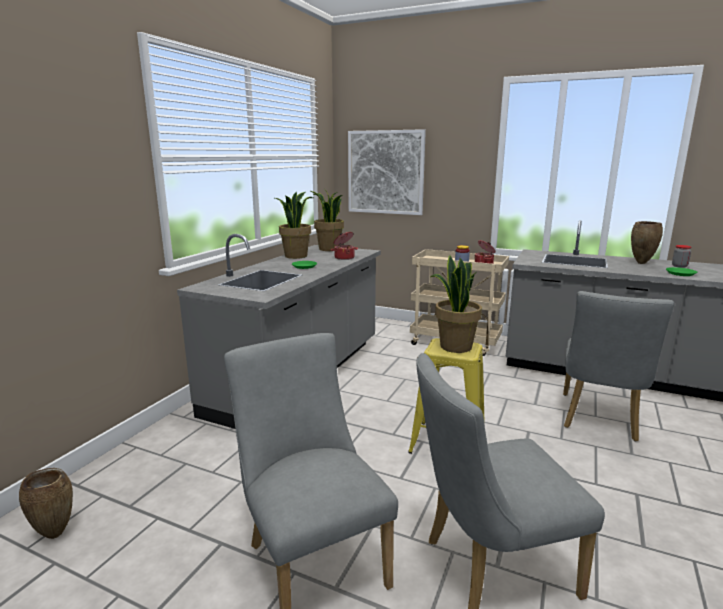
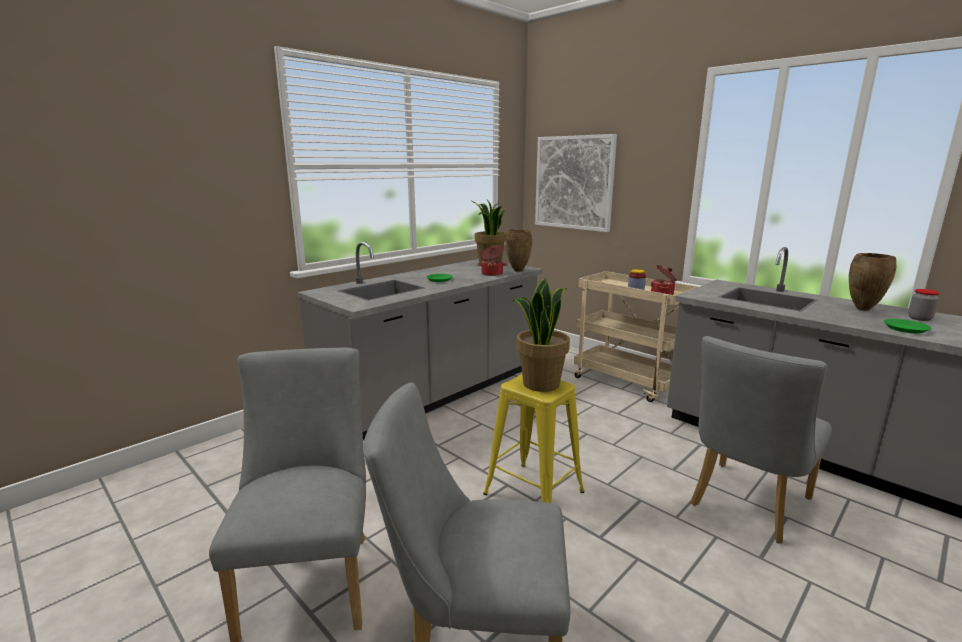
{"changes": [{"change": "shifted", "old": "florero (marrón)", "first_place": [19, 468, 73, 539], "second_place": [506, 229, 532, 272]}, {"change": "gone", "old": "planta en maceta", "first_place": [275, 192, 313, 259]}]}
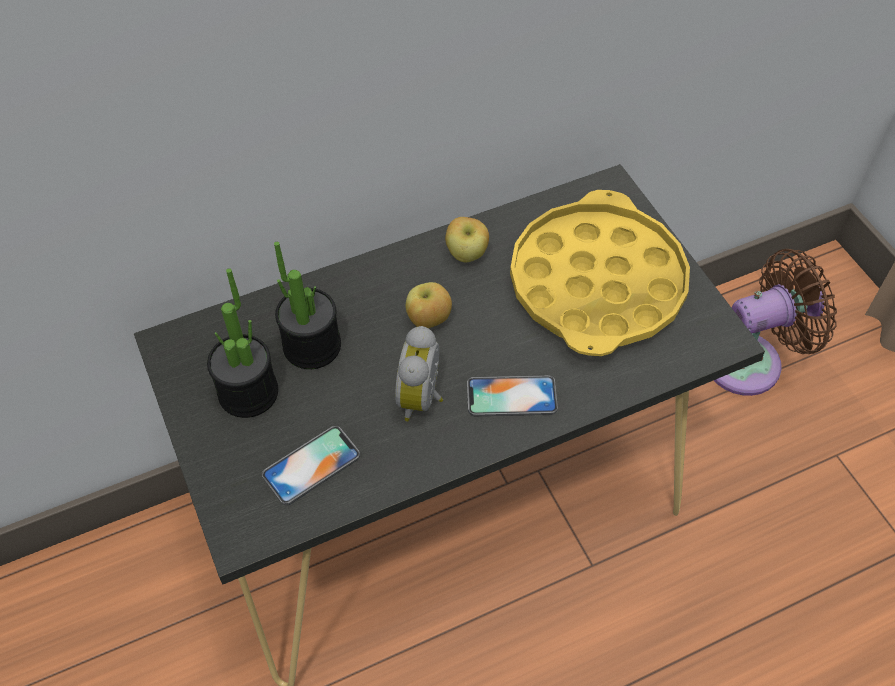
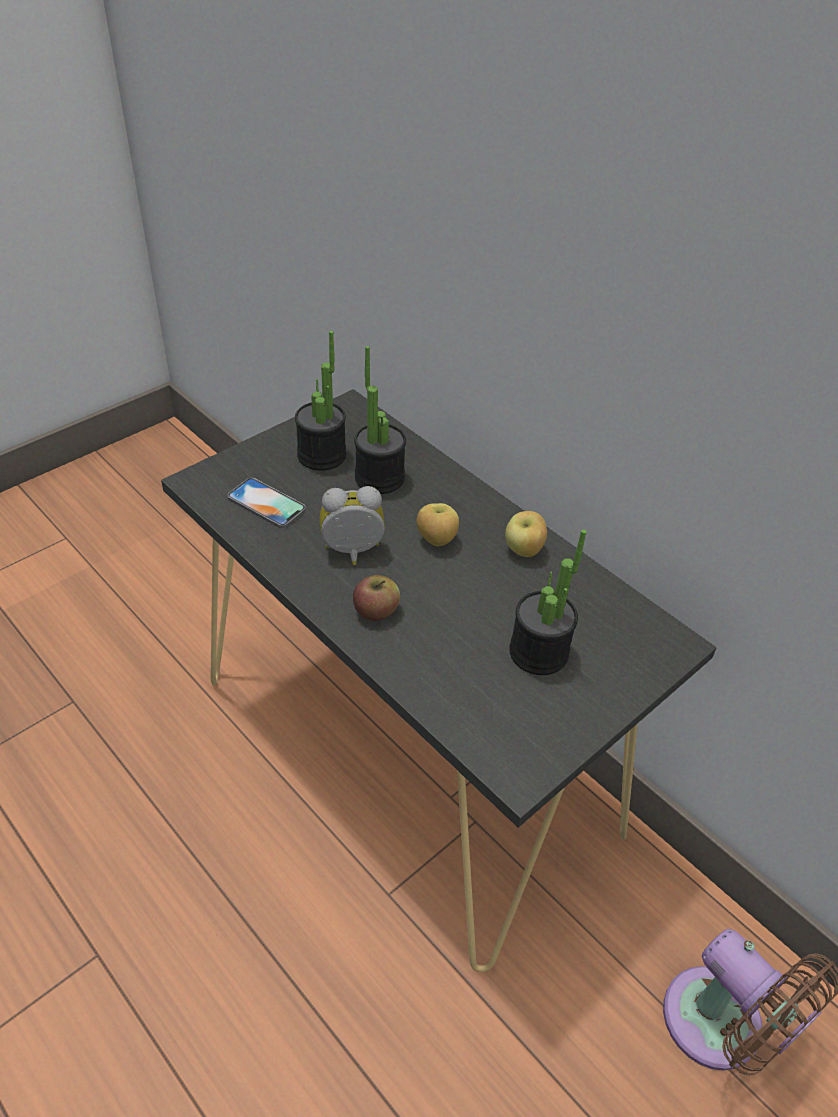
{"changes": [{"change": "swapped", "old": "móvil", "new": "manzana", "first_place": [467, 375, 558, 416], "second_place": [353, 575, 400, 621]}, {"change": "swapped", "old": "bandeja (amarillo)", "new": "planta en maceta", "first_place": [510, 190, 690, 356], "second_place": [509, 529, 587, 675]}]}
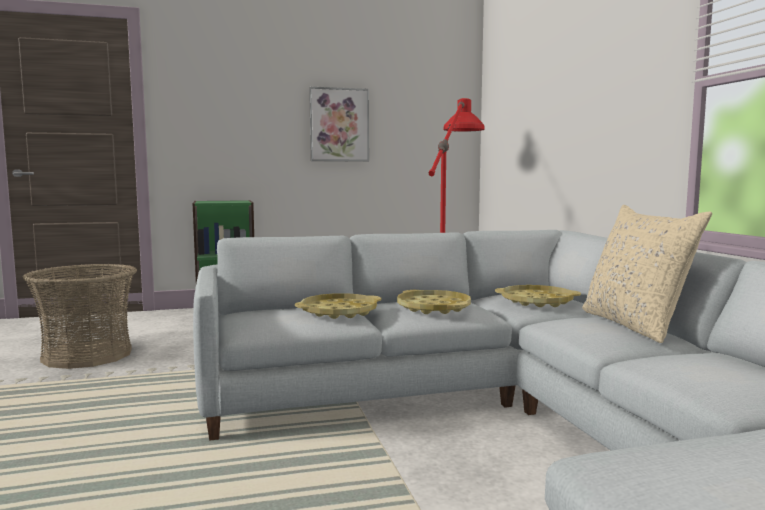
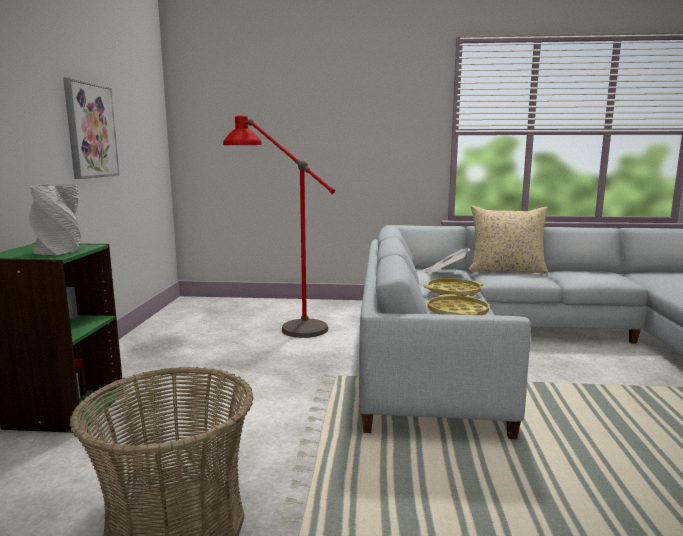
{"changes": [{"change": "swapped", "old": "bandeja (amarillo)", "new": "periódico", "first_place": [495, 285, 581, 307], "second_place": [422, 248, 471, 274]}, {"change": "new", "new": "florero (gris)", "second_place": [29, 184, 81, 255]}]}
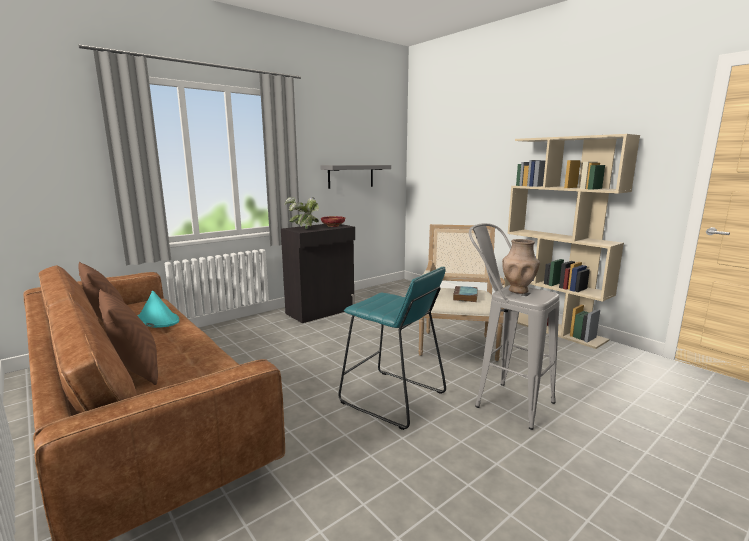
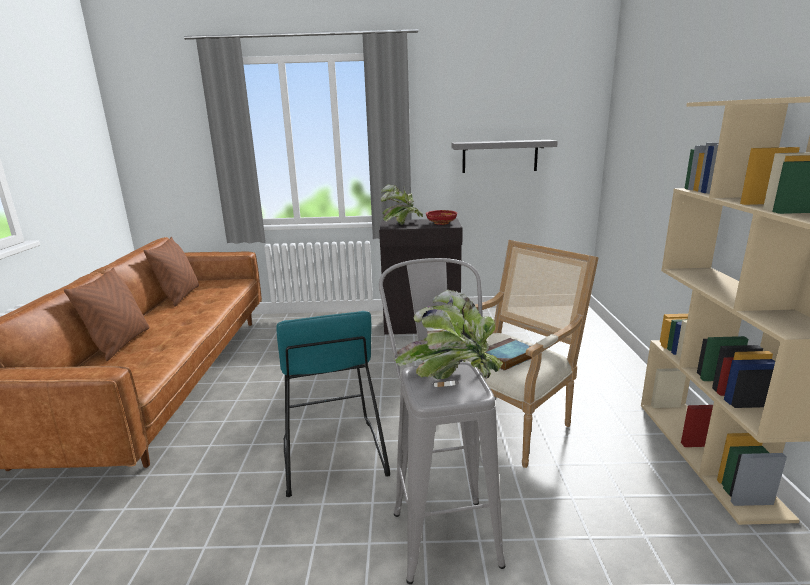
{"changes": [{"change": "gone", "old": "sombrero (turquesa)", "first_place": [138, 291, 179, 328]}, {"change": "swapped", "old": "florero (marrón)", "new": "planta en maceta", "first_place": [502, 239, 540, 294], "second_place": [393, 290, 503, 379]}]}
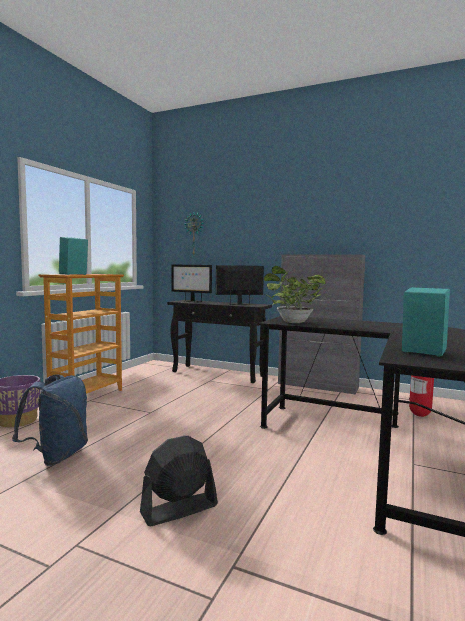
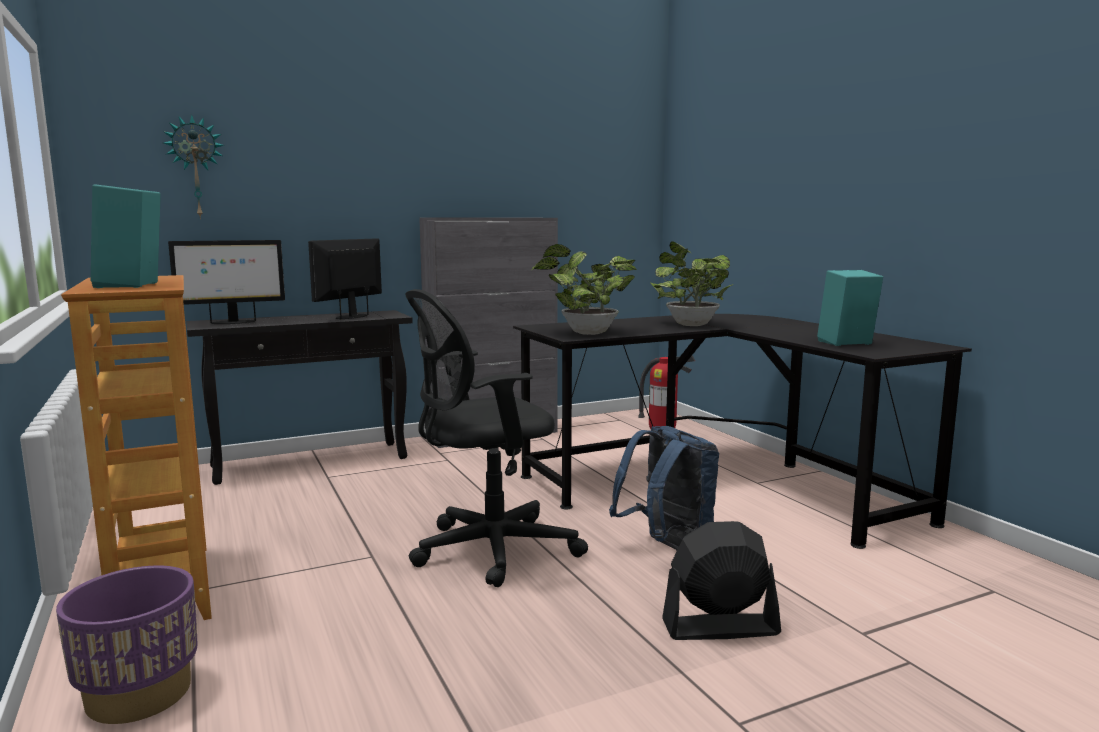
{"changes": [{"change": "shifted", "old": "mochila (azul)", "first_place": [12, 374, 88, 466], "second_place": [609, 426, 719, 551]}, {"change": "rotated", "old": "ventilador (negro)", "first_place": [140, 436, 218, 526], "second_place": [662, 521, 781, 640], "degrees": 75}, {"change": "new", "new": "silla de oficina (negro)", "second_place": [405, 289, 588, 587]}, {"change": "new", "new": "planta en maceta", "second_place": [650, 241, 733, 326]}]}
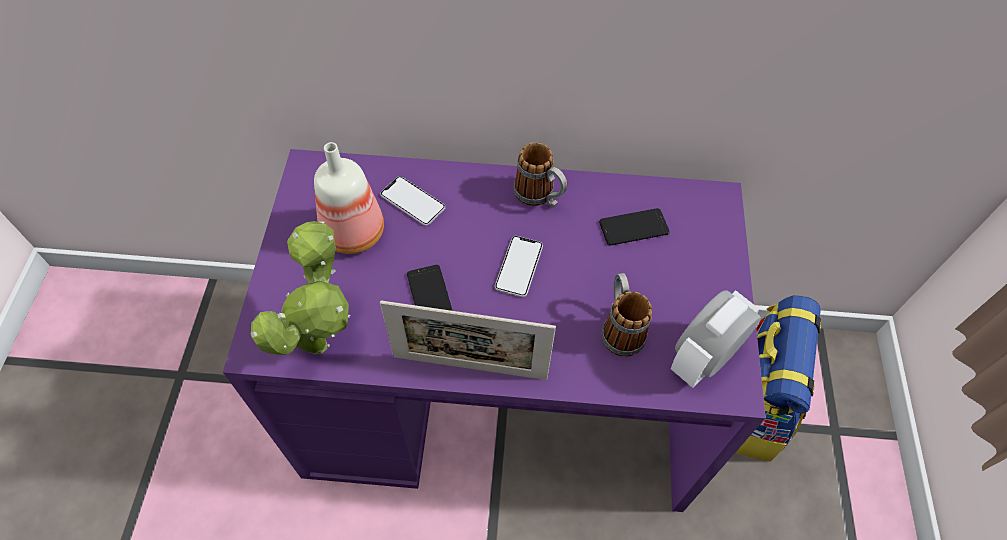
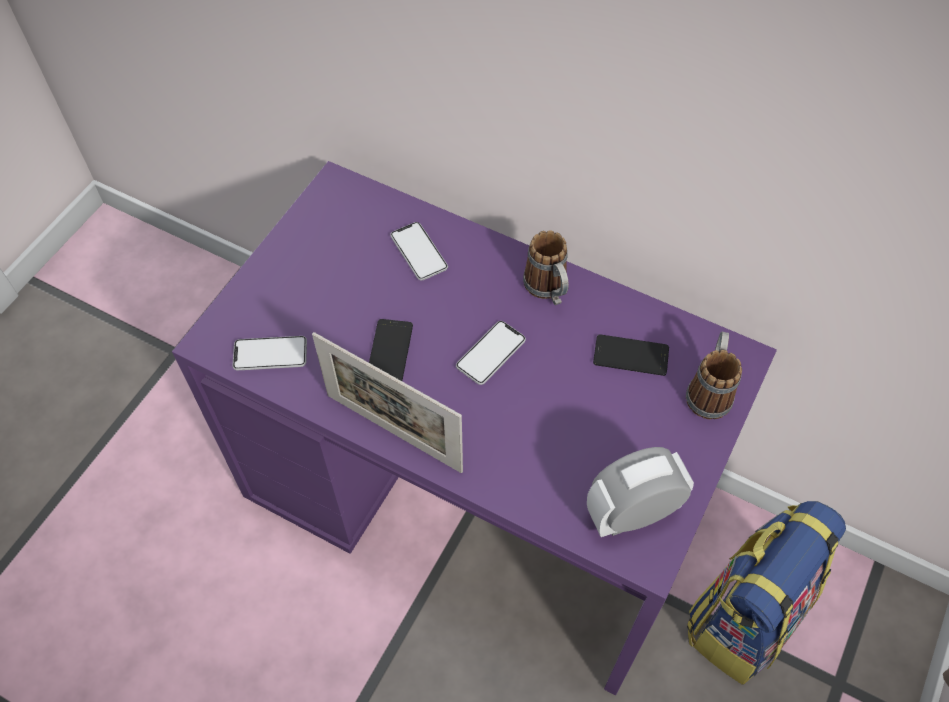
{"changes": [{"change": "swapped", "old": "planta en maceta", "new": "móvil", "first_place": [251, 221, 350, 355], "second_place": [232, 336, 307, 370]}, {"change": "gone", "old": "botella", "first_place": [314, 142, 384, 254]}, {"change": "shifted", "old": "taza grande", "first_place": [601, 273, 652, 357], "second_place": [686, 332, 742, 419]}]}
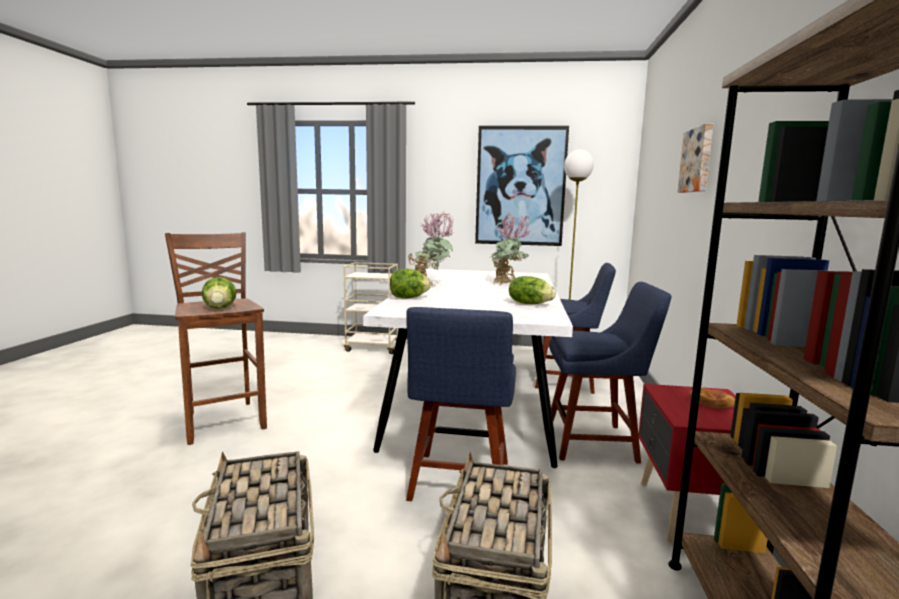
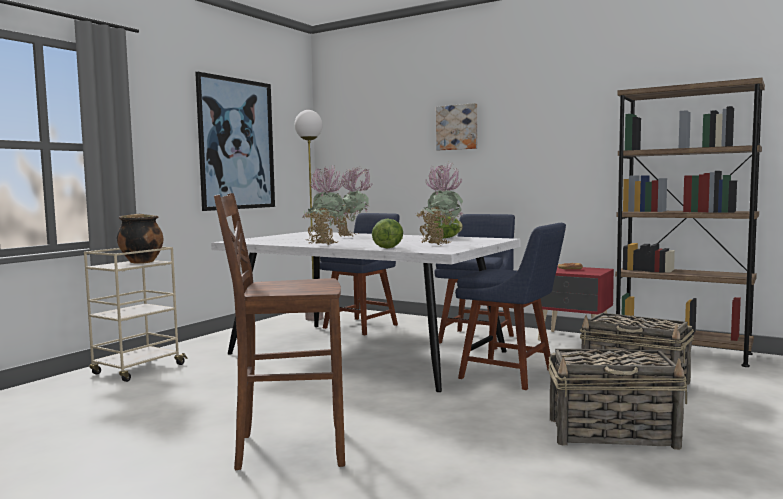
{"changes": [{"change": "gone", "old": "lechuga", "first_place": [201, 277, 237, 309]}, {"change": "new", "new": "olla", "second_place": [117, 214, 163, 264]}, {"change": "new", "new": "planta en maceta", "second_place": [416, 162, 464, 245]}]}
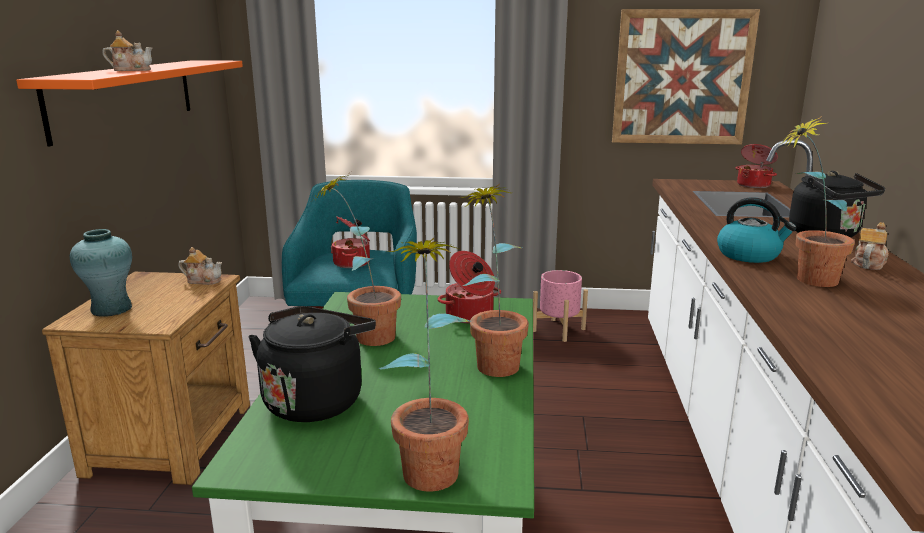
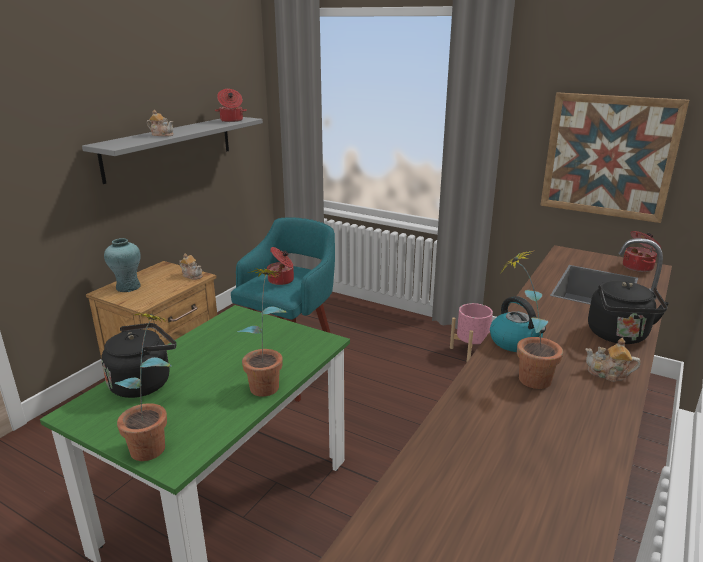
{"changes": [{"change": "repainted", "old": "estante (naranja)", "new": "estante (gris)", "first_place": [16, 60, 243, 146], "second_place": [82, 117, 263, 184]}, {"change": "gone", "old": "planta en maceta", "first_place": [314, 174, 401, 346]}, {"change": "shifted", "old": "olla", "first_place": [438, 251, 501, 323], "second_place": [215, 89, 247, 122]}, {"change": "rotated", "old": "tetera", "first_place": [851, 222, 889, 270], "second_place": [585, 338, 640, 382], "degrees": -135}]}
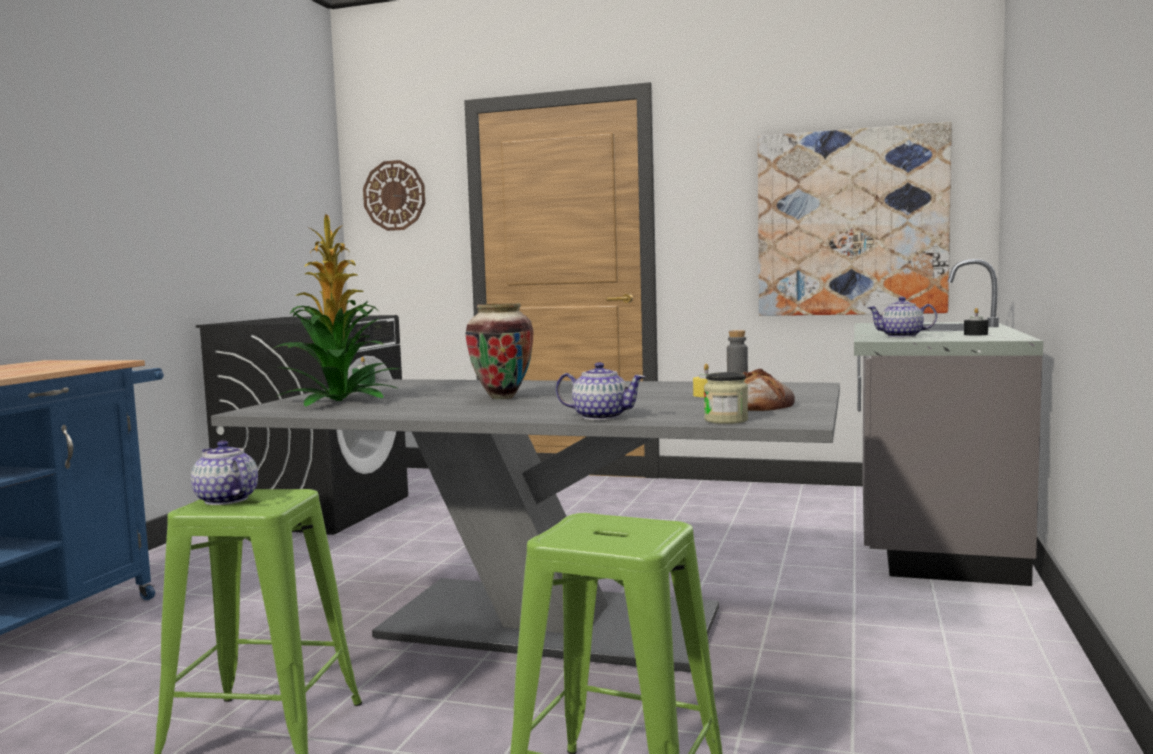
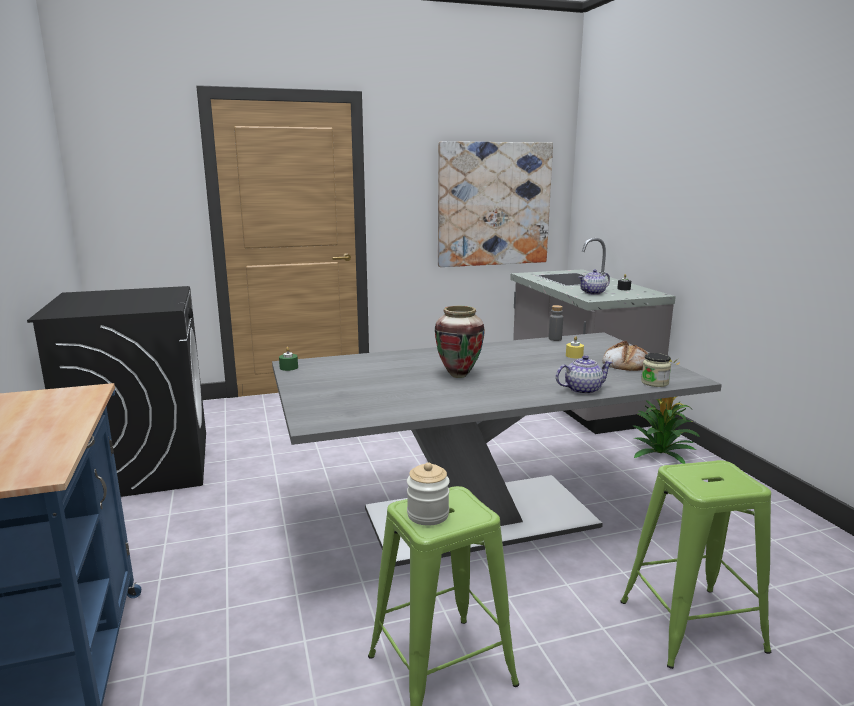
{"changes": [{"change": "swapped", "old": "tetera", "new": "tarro", "first_place": [191, 440, 258, 505], "second_place": [407, 462, 450, 526]}, {"change": "shifted", "old": "planta en maceta", "first_place": [274, 214, 399, 407], "second_place": [632, 360, 700, 464]}, {"change": "gone", "old": "reloj de pared", "first_place": [363, 160, 425, 231]}]}
